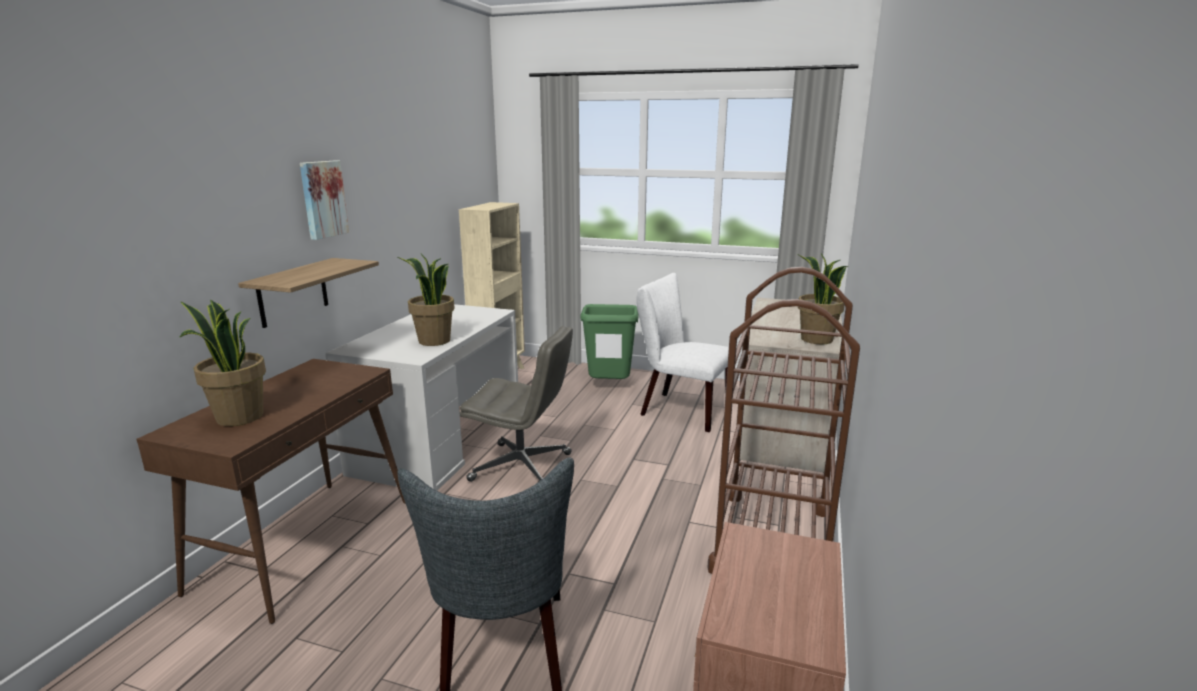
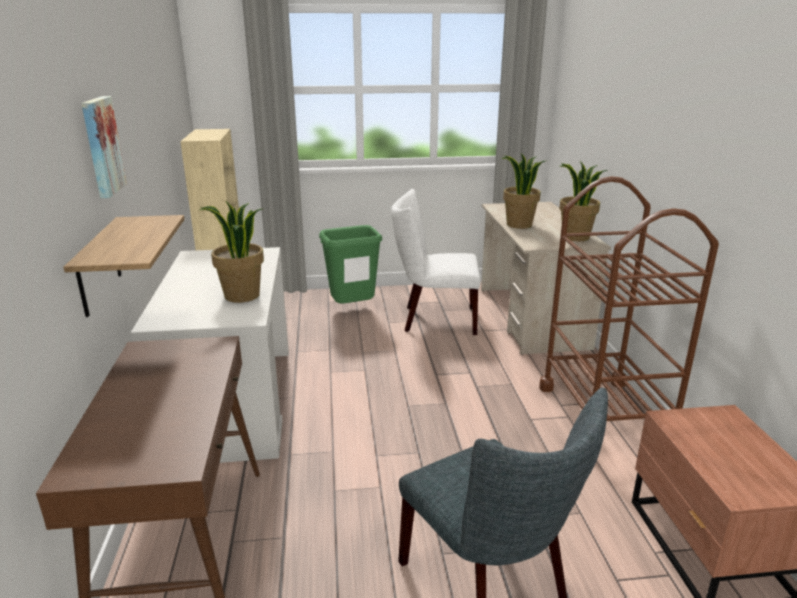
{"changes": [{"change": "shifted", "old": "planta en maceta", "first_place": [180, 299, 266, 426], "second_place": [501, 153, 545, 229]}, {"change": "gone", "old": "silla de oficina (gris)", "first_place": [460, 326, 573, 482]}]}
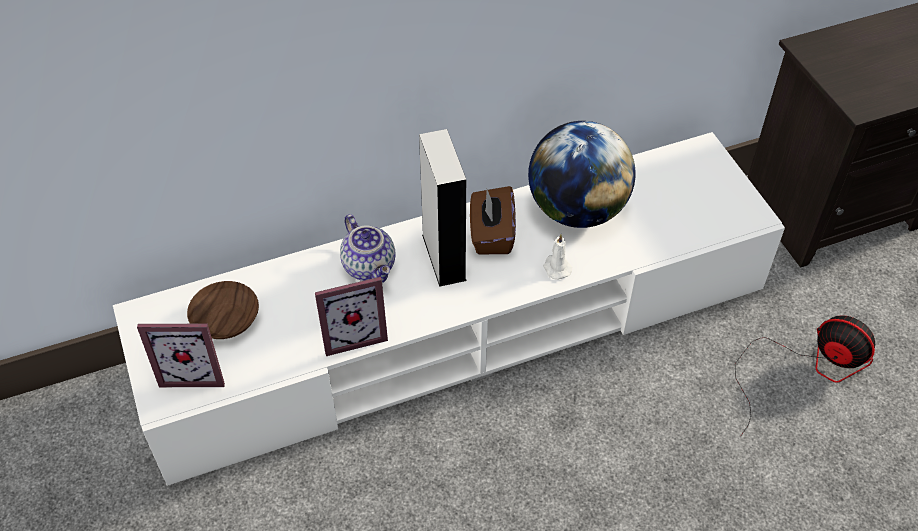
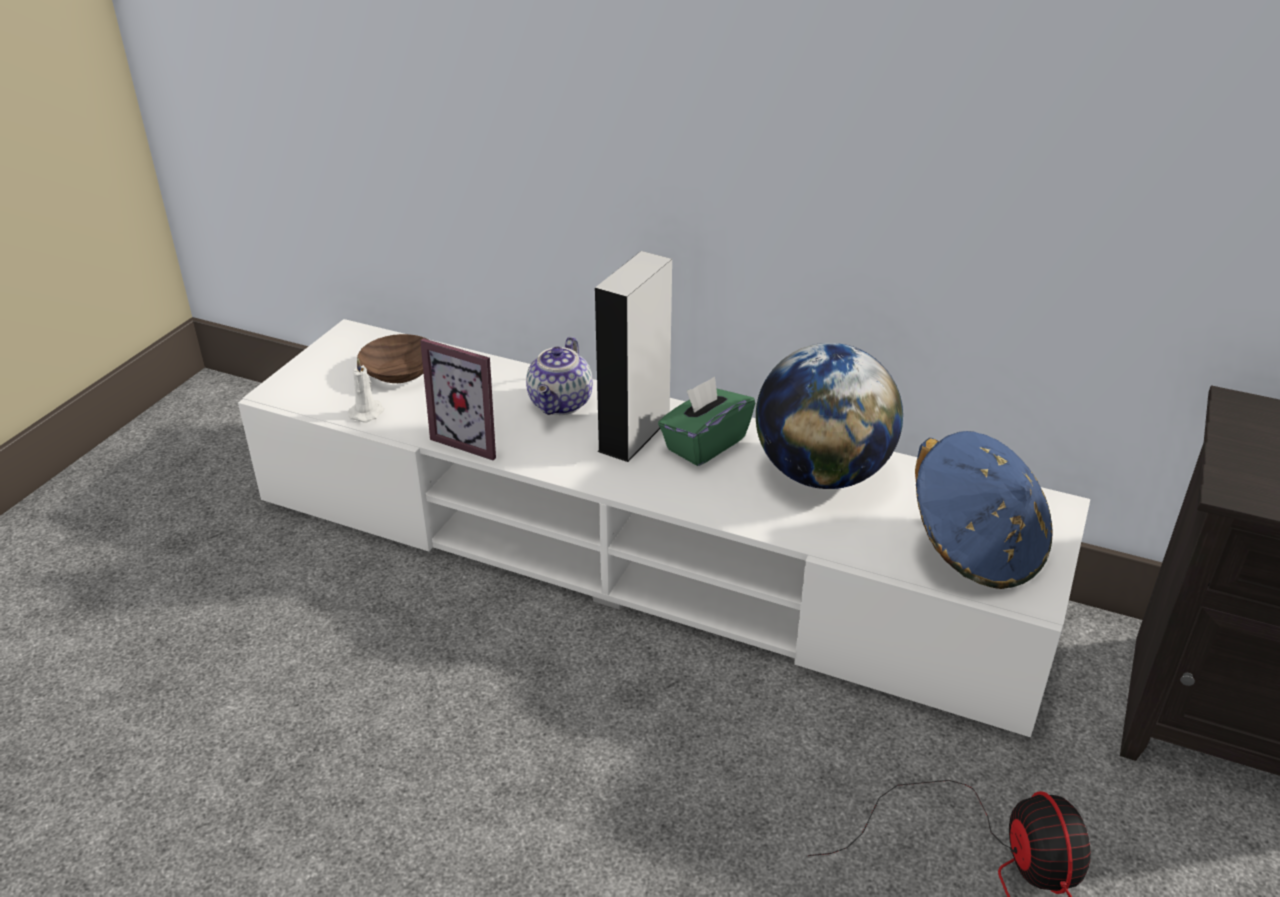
{"changes": [{"change": "gone", "old": "portarretratos", "first_place": [137, 324, 225, 387]}, {"change": "repainted", "old": "caja de pañuelos (marrón)", "new": "caja de pañuelos (verde)", "first_place": [470, 186, 516, 254], "second_place": [658, 376, 755, 466]}, {"change": "shifted", "old": "vela (blanco)", "first_place": [543, 234, 573, 280], "second_place": [348, 358, 384, 423]}, {"change": "new", "new": "sombrero (azul)", "second_place": [915, 431, 1052, 589]}]}
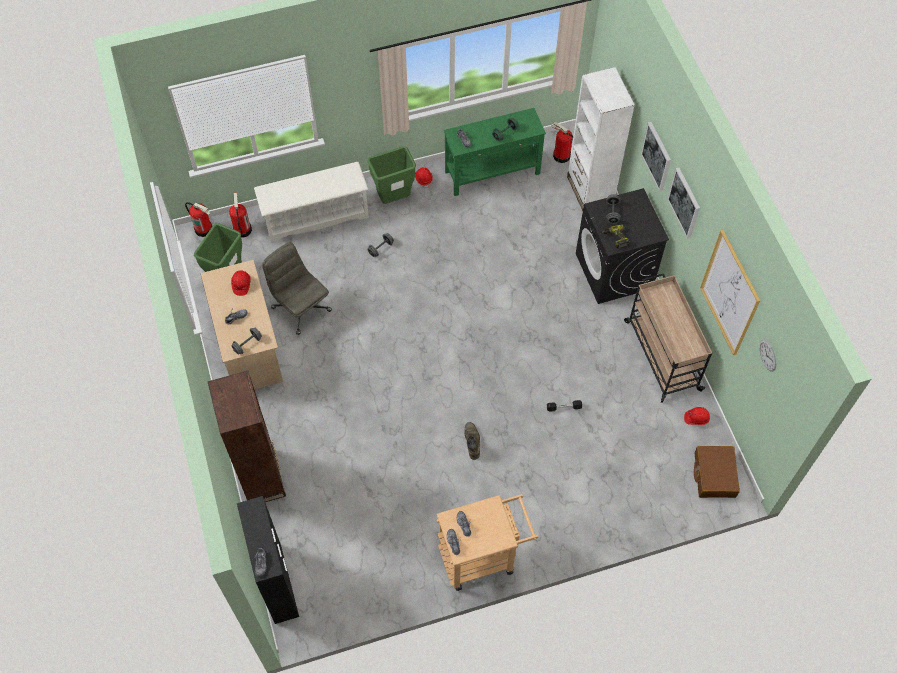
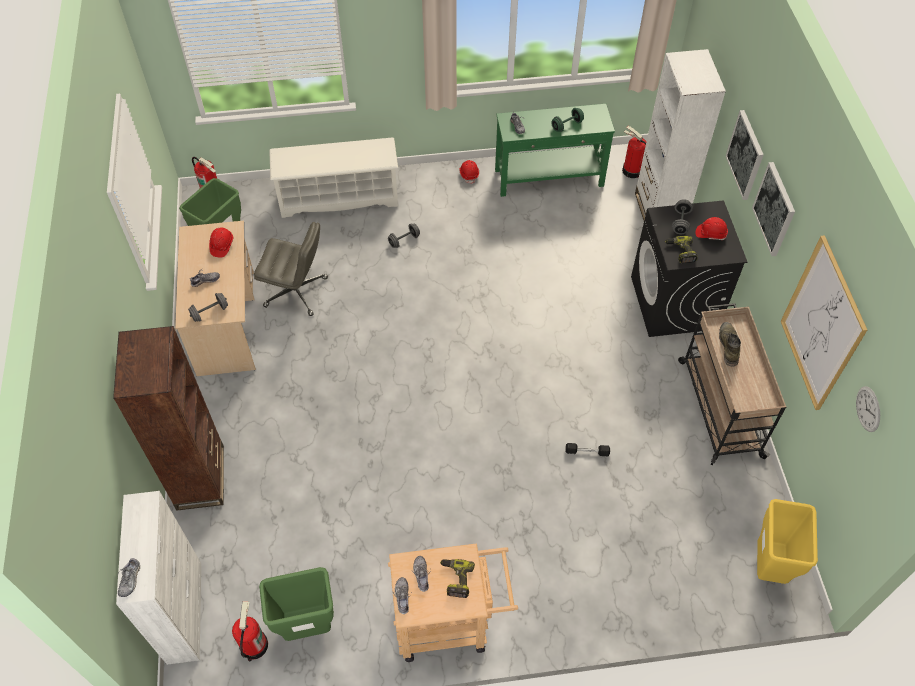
{"changes": [{"change": "shifted", "old": "extintor", "first_place": [229, 193, 252, 238], "second_place": [232, 601, 268, 662]}, {"change": "repainted", "old": "armario (negro)", "new": "armario (blanco)", "first_place": [237, 496, 299, 624], "second_place": [116, 491, 201, 665]}, {"change": "rotated", "old": "silla de oficina (gris)", "first_place": [262, 242, 332, 335], "second_place": [254, 222, 328, 316], "degrees": 135}, {"change": "shifted", "old": "papelera (verde)", "first_place": [367, 146, 416, 204], "second_place": [259, 567, 334, 641]}, {"change": "shifted", "old": "bota (verde)", "first_place": [465, 422, 480, 460], "second_place": [719, 322, 741, 367]}, {"change": "shifted", "old": "casco (rojo)", "first_place": [684, 407, 710, 425], "second_place": [695, 217, 728, 240]}, {"change": "swapped", "old": "maleta (marrón)", "new": "papelera (amarillo)", "first_place": [694, 446, 740, 498], "second_place": [757, 499, 818, 584]}, {"change": "new", "new": "taladro", "second_place": [440, 559, 475, 598]}]}
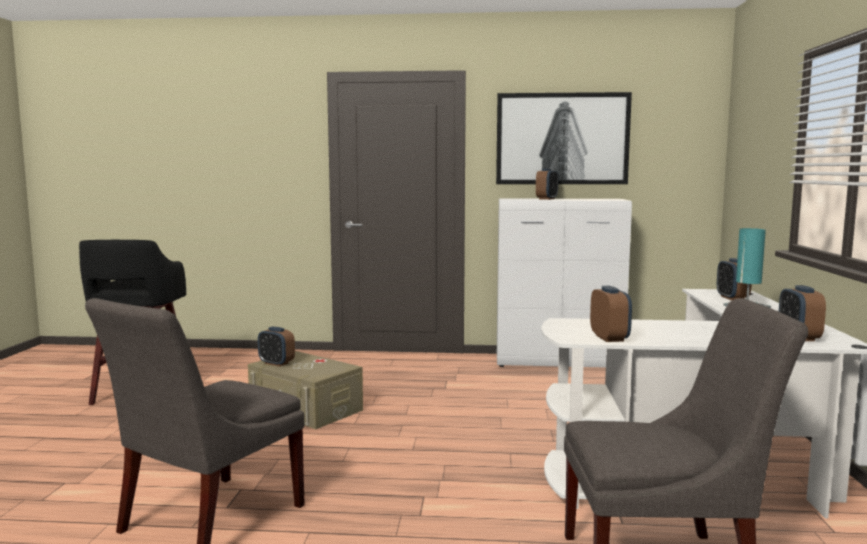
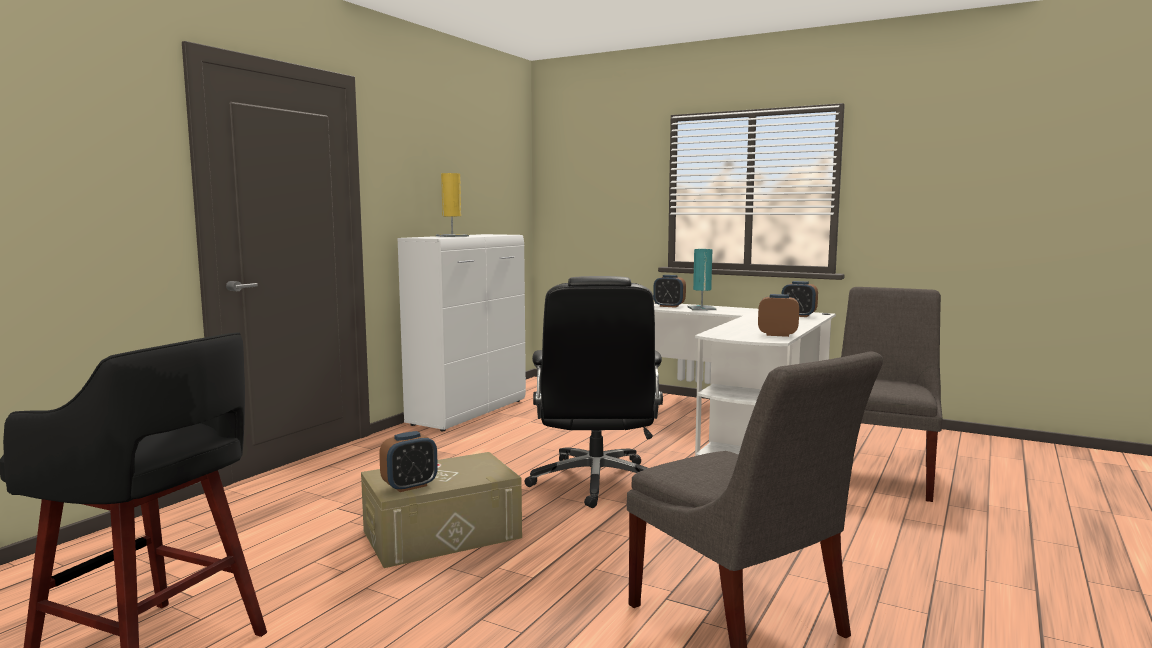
{"changes": [{"change": "gone", "old": "cuadro", "first_place": [496, 92, 632, 184]}, {"change": "swapped", "old": "despertador", "new": "lámpara de mesa (amarillo)", "first_place": [536, 169, 558, 200], "second_place": [436, 173, 469, 237]}, {"change": "new", "new": "silla de oficina (negro)", "second_place": [524, 276, 663, 508]}]}
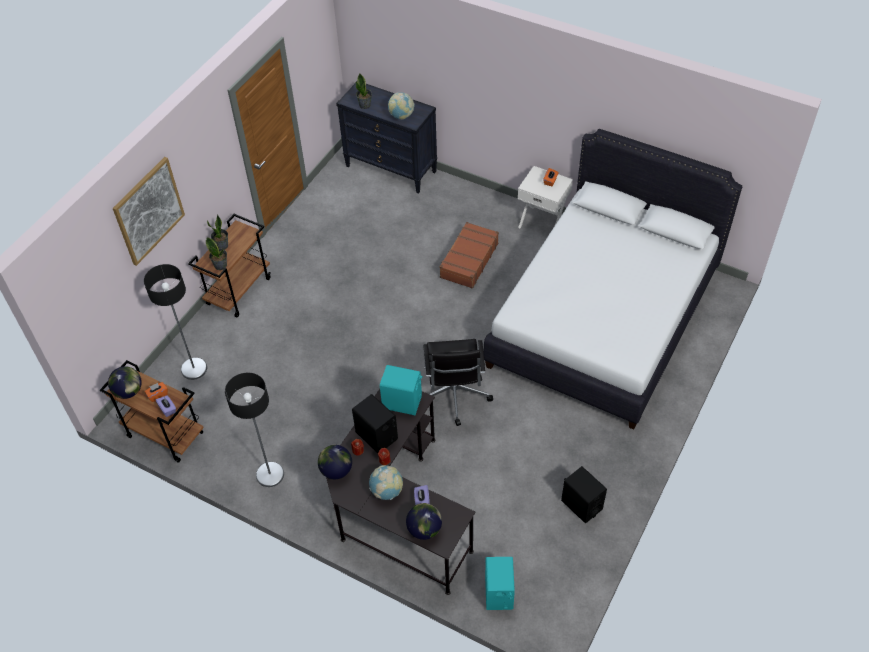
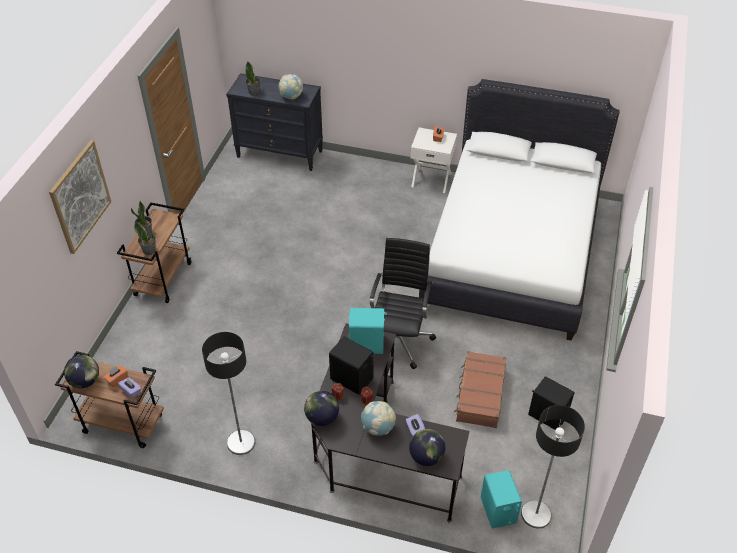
{"changes": [{"change": "shifted", "old": "lámpara de pie", "first_place": [144, 264, 207, 380], "second_place": [521, 405, 585, 528]}, {"change": "rotated", "old": "silla de oficina (negro)", "first_place": [423, 339, 493, 426], "second_place": [370, 238, 436, 369], "degrees": -150}, {"change": "shifted", "old": "maleta (marrón)", "first_place": [440, 222, 499, 289], "second_place": [454, 351, 506, 428]}]}
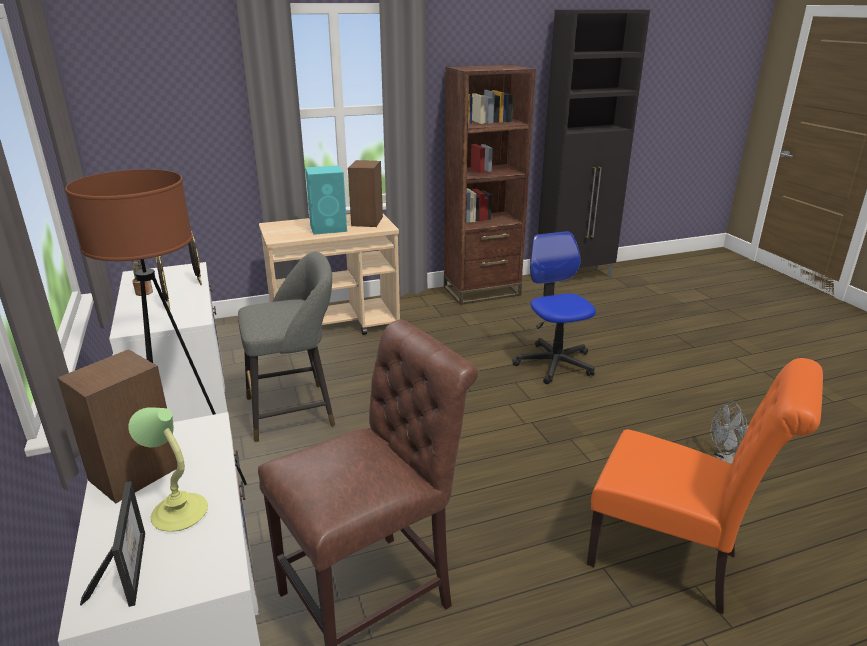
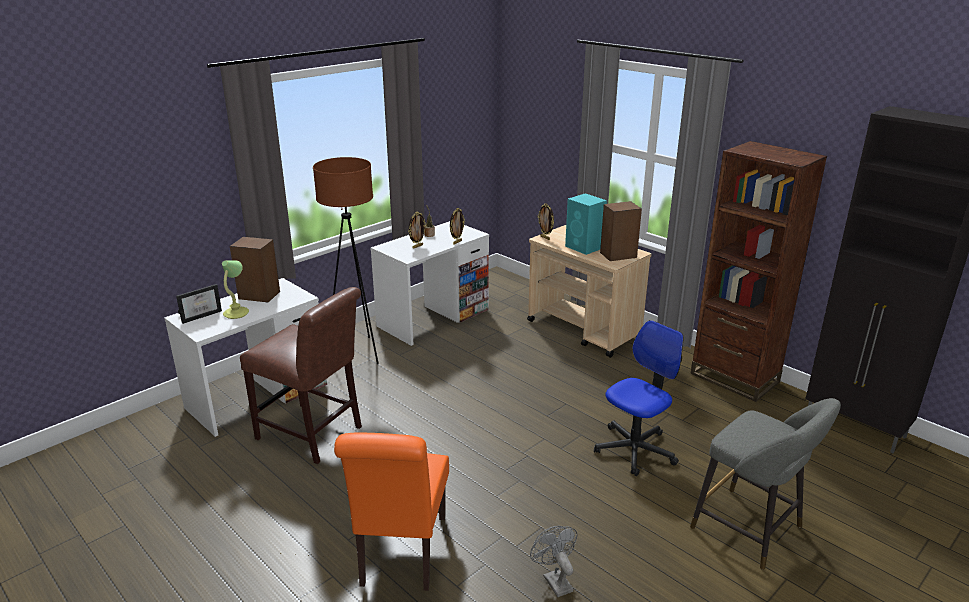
{"changes": [{"change": "shifted", "old": "taburete (gris)", "first_place": [238, 252, 335, 442], "second_place": [690, 398, 841, 570]}, {"change": "new", "new": "portarretratos", "second_place": [538, 203, 554, 240]}]}
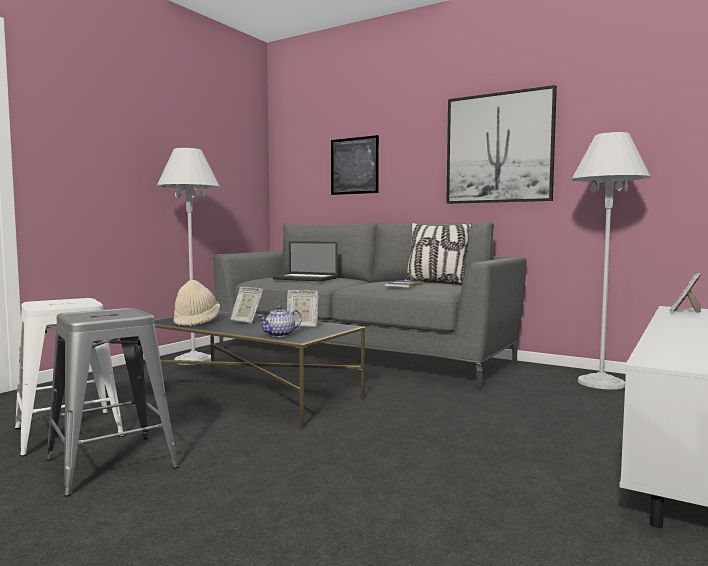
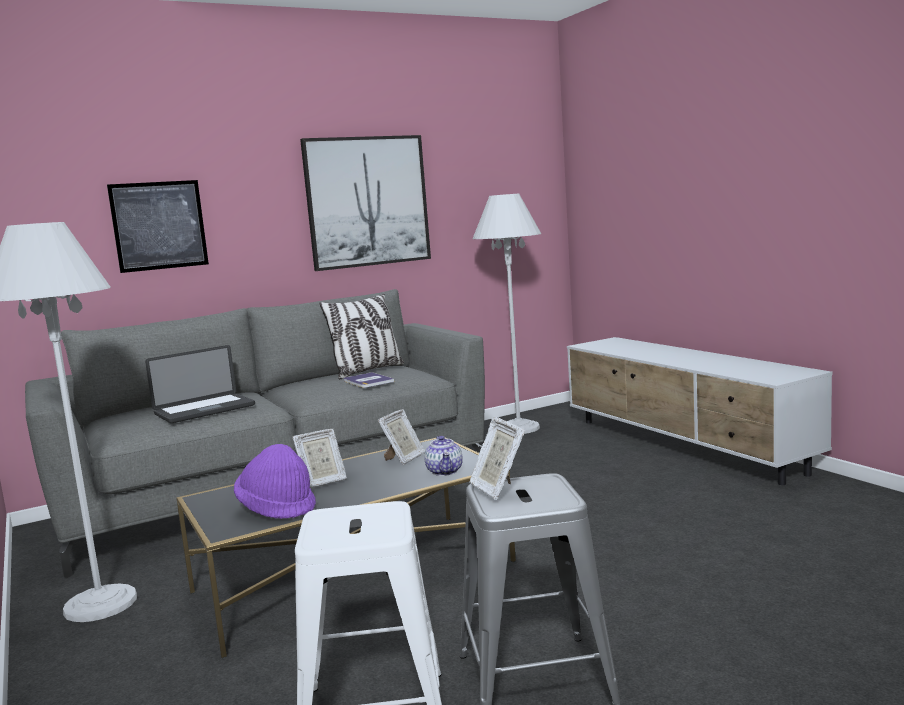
{"changes": [{"change": "repainted", "old": "sombrero (beis)", "new": "sombrero (morado)", "first_place": [173, 280, 220, 326], "second_place": [234, 444, 316, 519]}, {"change": "shifted", "old": "portarretratos", "first_place": [670, 273, 701, 313], "second_place": [469, 417, 525, 500]}]}
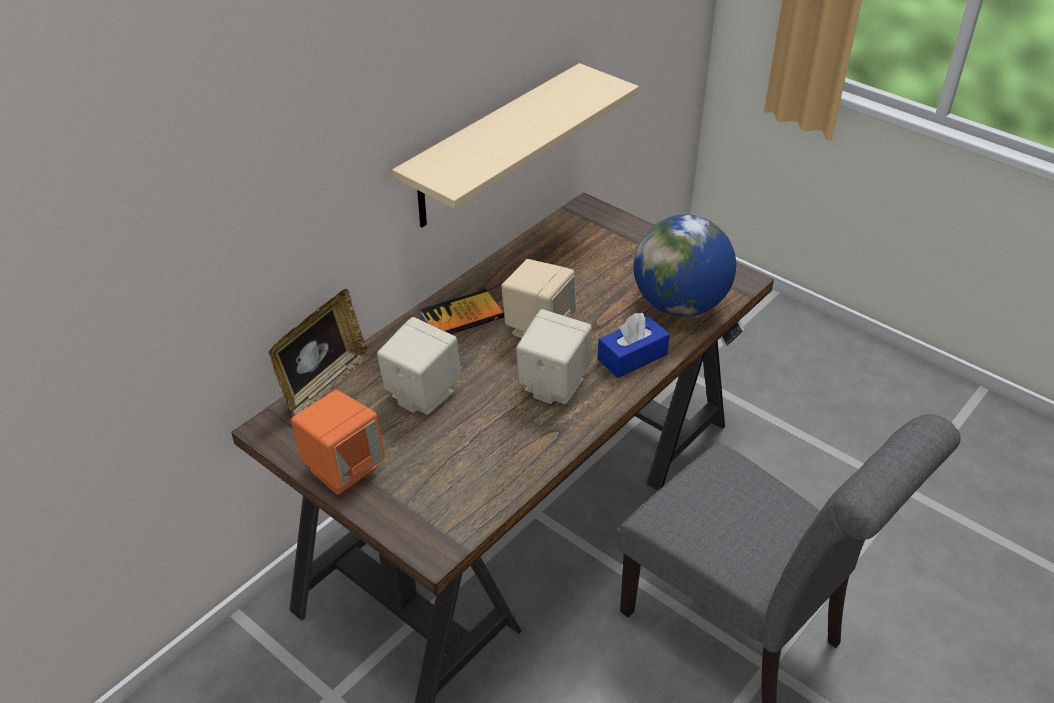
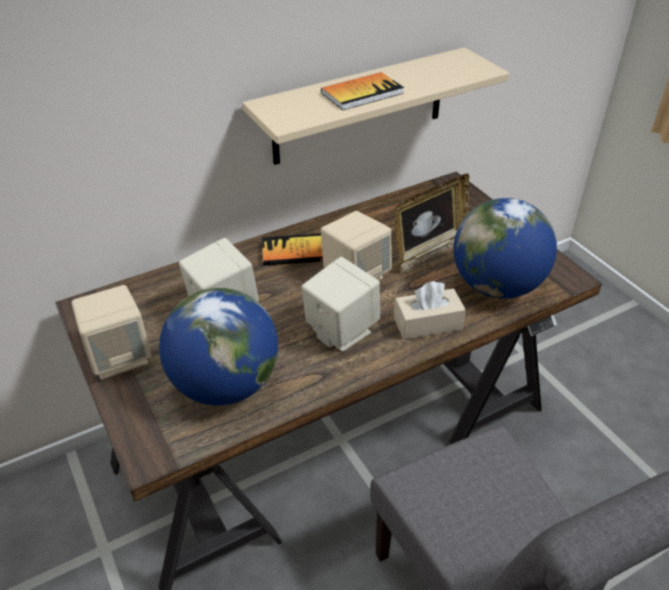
{"changes": [{"change": "shifted", "old": "portarretratos", "first_place": [268, 289, 371, 416], "second_place": [395, 174, 469, 272]}, {"change": "repainted", "old": "altavoz (naranja)", "new": "altavoz (beis)", "first_place": [291, 390, 385, 495], "second_place": [72, 285, 151, 380]}, {"change": "repainted", "old": "caja de pañuelos (azul)", "new": "caja de pañuelos (beis)", "first_place": [598, 313, 670, 378], "second_place": [394, 281, 466, 340]}, {"change": "new", "new": "globo terráqueo", "second_place": [159, 288, 278, 405]}, {"change": "new", "new": "libro", "second_place": [321, 72, 404, 110]}]}
